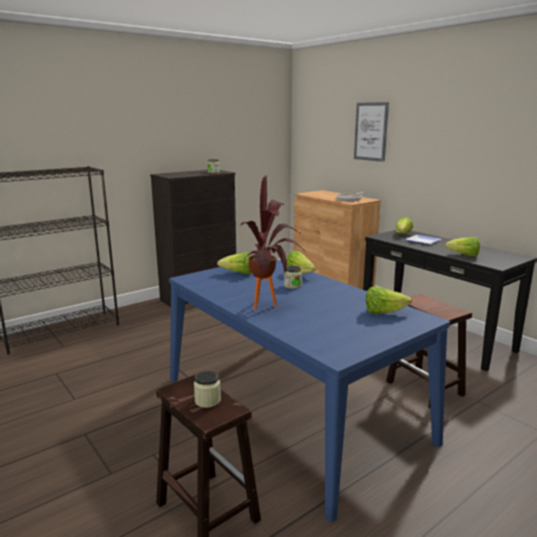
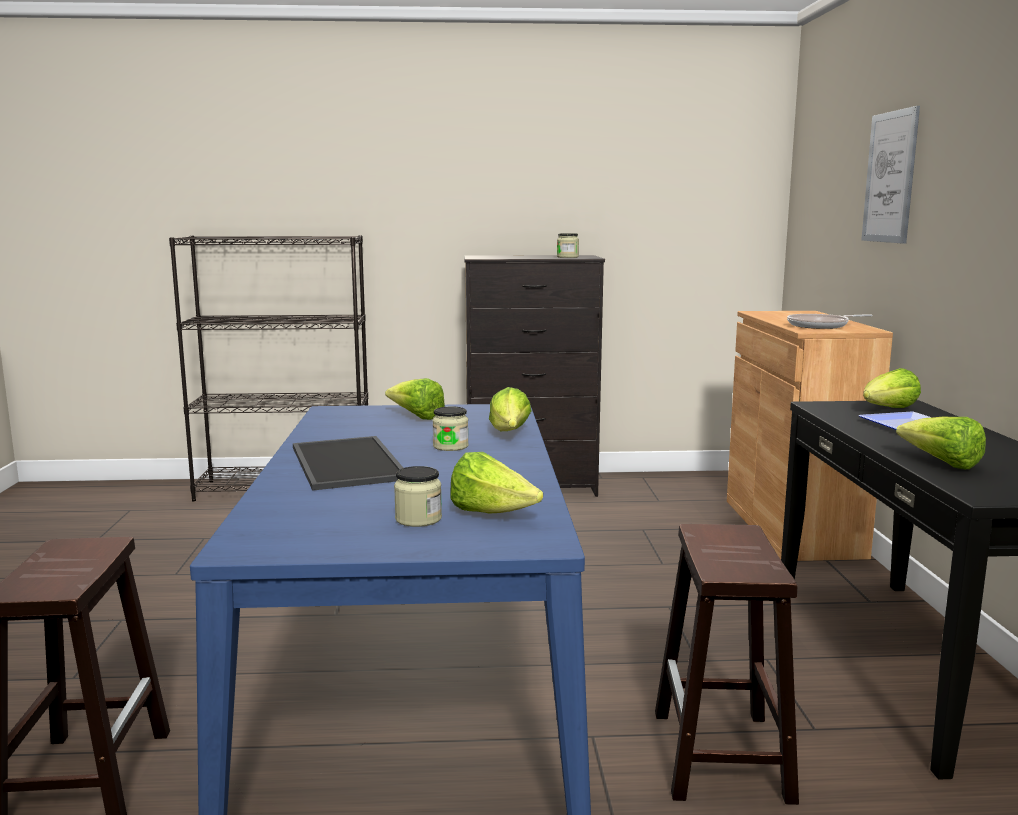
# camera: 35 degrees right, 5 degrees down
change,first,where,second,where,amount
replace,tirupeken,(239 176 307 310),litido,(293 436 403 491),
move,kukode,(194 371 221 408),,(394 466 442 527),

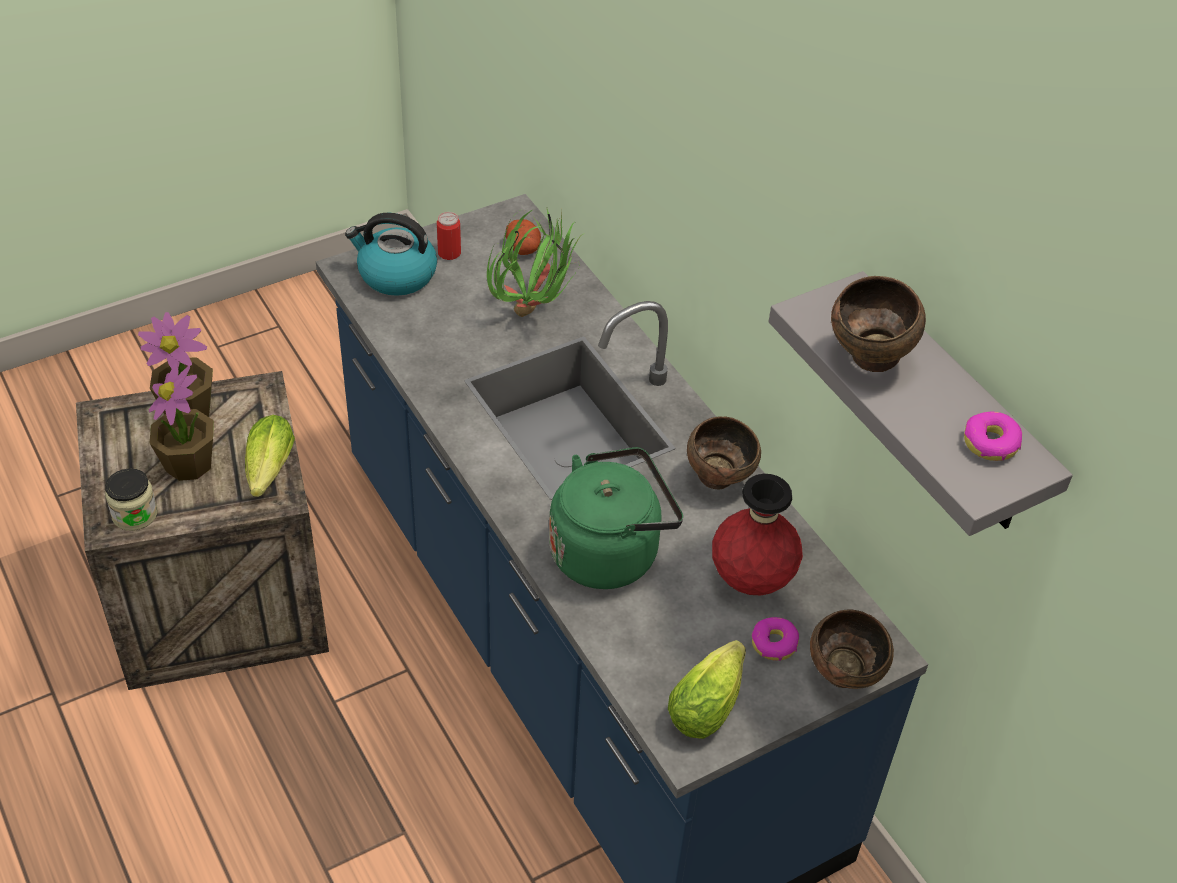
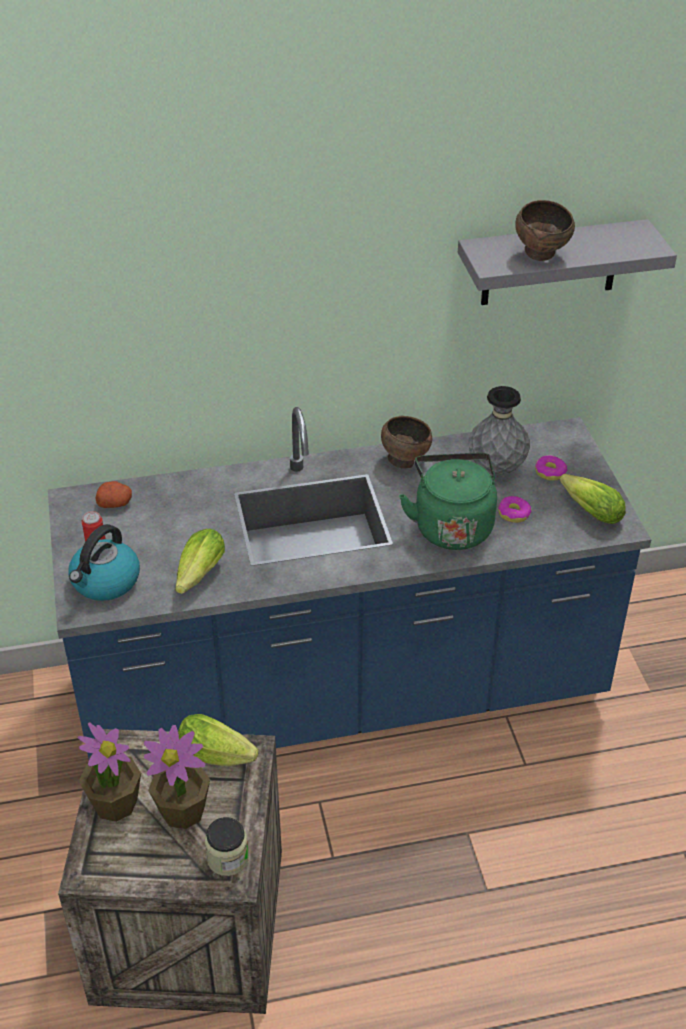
# camera: 70 degrees left, 5 degrees down
change,first,where,second,where,amount
insert,,,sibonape,(175 528 225 594),
recolor,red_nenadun,(712 474 803 596),grey_nenadun,(469 386 530 475),
move,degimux,(964 412 1022 461),,(498 496 532 523),
delete,tirupeken,(487 209 583 317),,,
delete,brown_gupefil,(810 609 894 689),,,

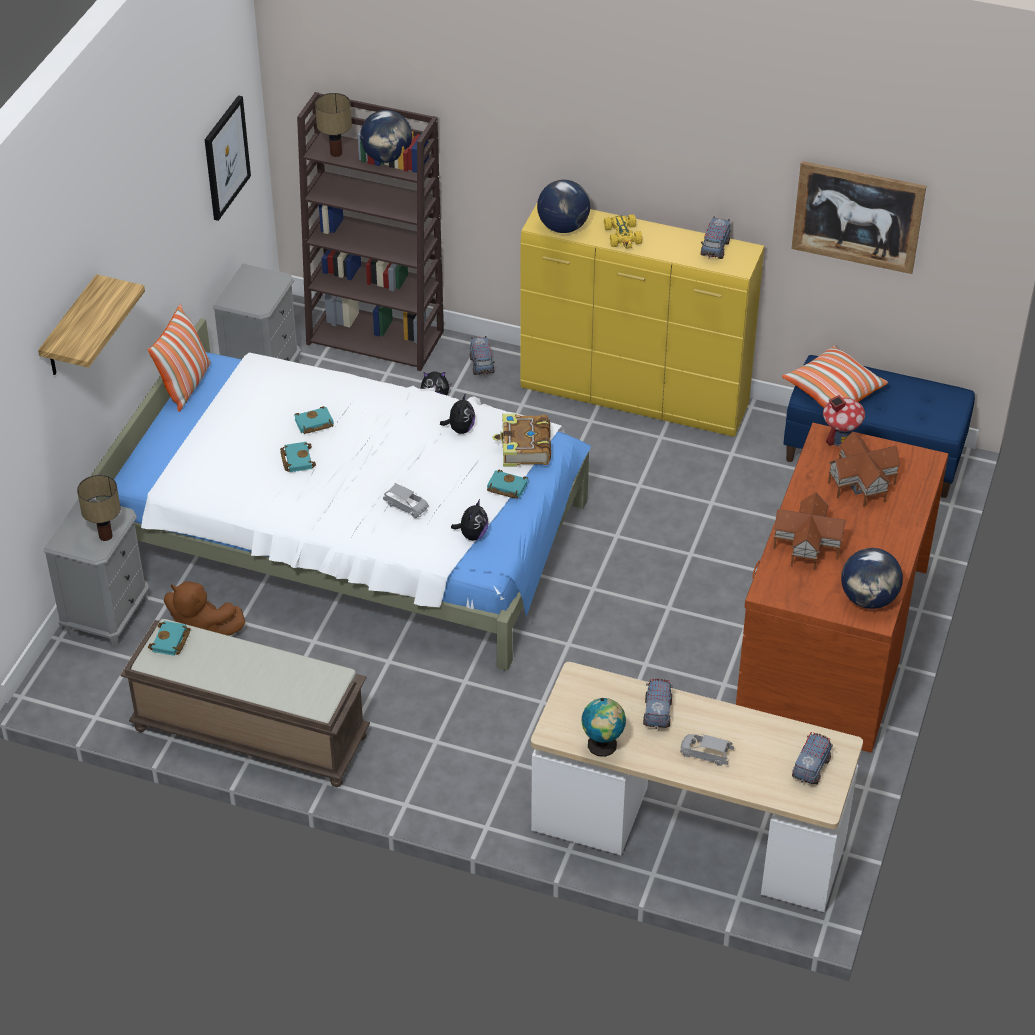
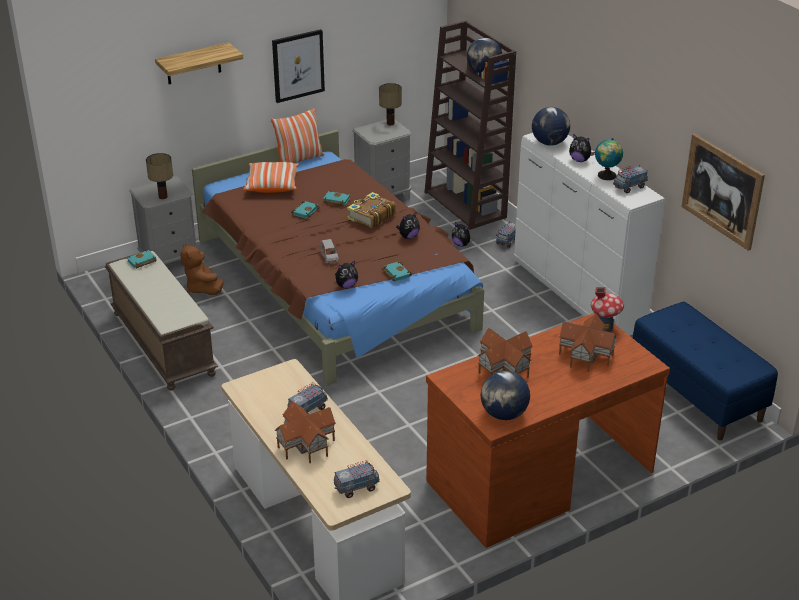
# camera: 40 degrees right, 10 degrees down
change,first,where,second,where,amount
recolor,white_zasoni,(92 318 591 671),brown_zasoni,(192 130 484 386),
move,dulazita,(782 345 888 408),,(243 162 299 193),
move,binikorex,(204 95 251 221),,(272 29 325 103),
replace,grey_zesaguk,(680 734 734 766),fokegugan,(275 401 336 463),
move,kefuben,(492 414 551 467),,(347 192 396 228),
move,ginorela,(315 93 352 157),,(379 83 402 125),
recolor,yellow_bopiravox,(520 202 764 437),white_bopiravox,(514 133 665 336),
replace,yellow_zesaguk,(604 214 642 249),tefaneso,(569 135 595 162),
move,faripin,(582 698 626 757),,(595 138 623 180),

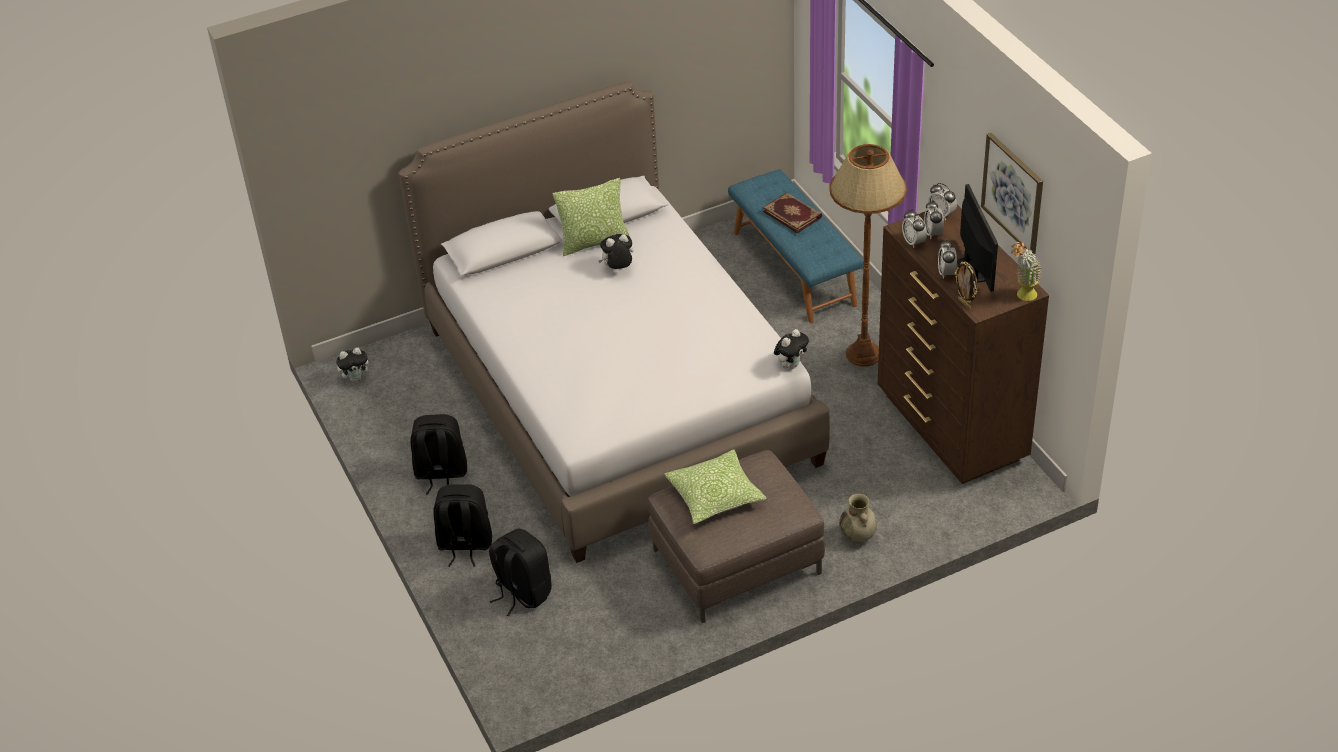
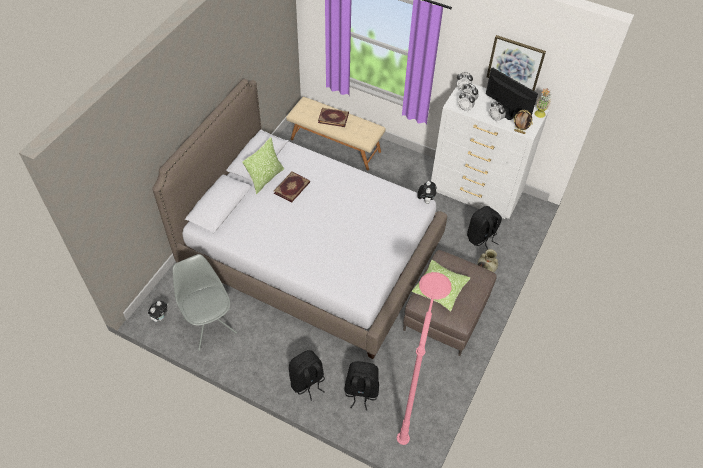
# camera: 40 degrees left, 10 degrees up
change,first,where,second,where,amount
insert,,,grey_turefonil,(173 254 237 351),
replace,tefaneso,(599 234 634 269),kefuben,(274 172 310 203),
recolor,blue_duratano,(728 169 864 323),beige_duratano,(286 97 386 171),
insert,,,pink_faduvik,(397 272 451 445),
recolor,brown_bopiravox,(878 204 1049 484),white_bopiravox,(431 84 549 219),
move,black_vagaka,(410 414 467 495),,(467 206 502 250),
delete,brown_faduvik,(829 144 907 367),,,

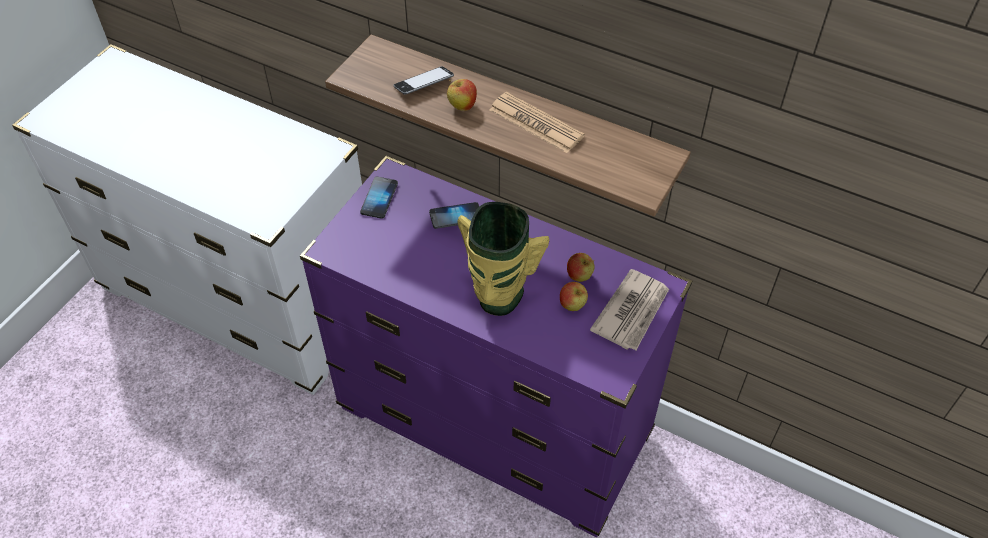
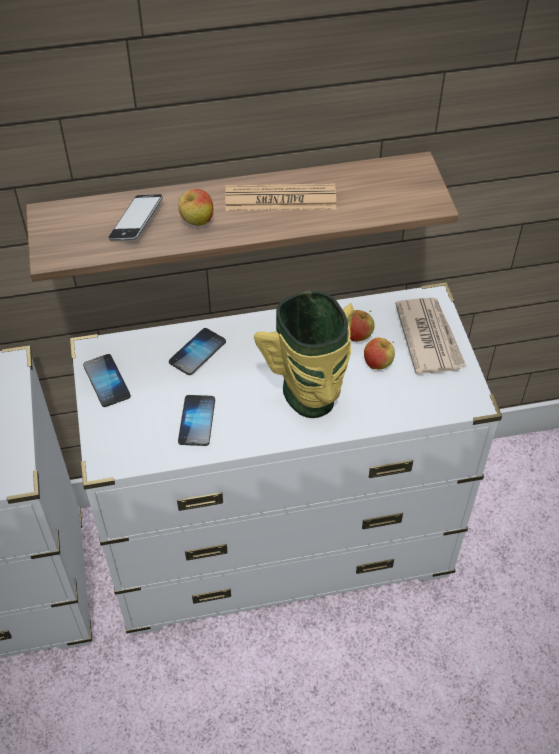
# camera: 40 degrees left, 0 degrees up
change,first,where,second,where,amount
recolor,purple_bopiravox,(300 156 692 537),white_bopiravox,(70 282 502 635),
insert,,,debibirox,(178 395 215 446),

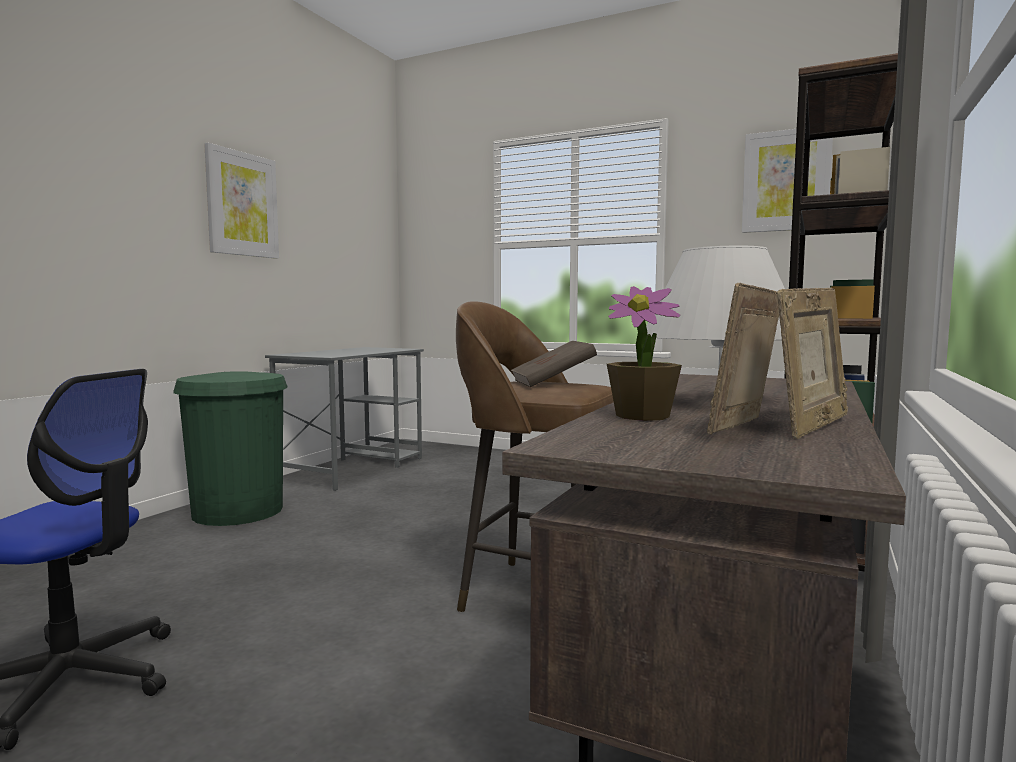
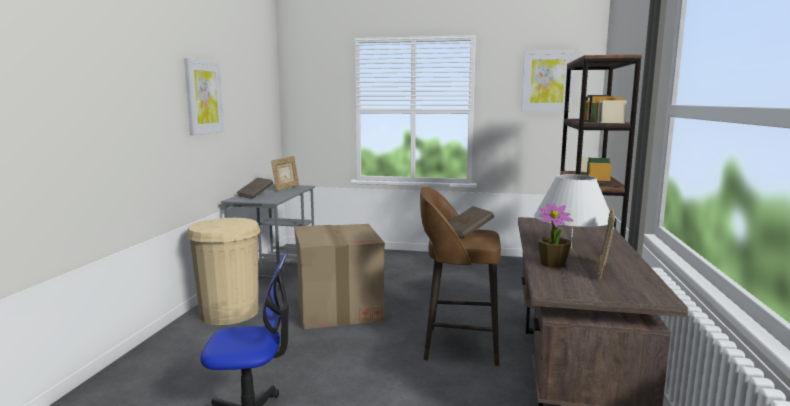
# camera: 15 degrees left, 5 degrees up
change,first,where,second,where,amount
recolor,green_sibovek,(173 371 288 526),beige_sibovek,(186 218 261 325),
insert,,,brown_kefuben,(237 178 273 199),
move,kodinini,(777 288 848 439),,(271 156 299 191),
insert,,,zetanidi,(294 224 385 329),

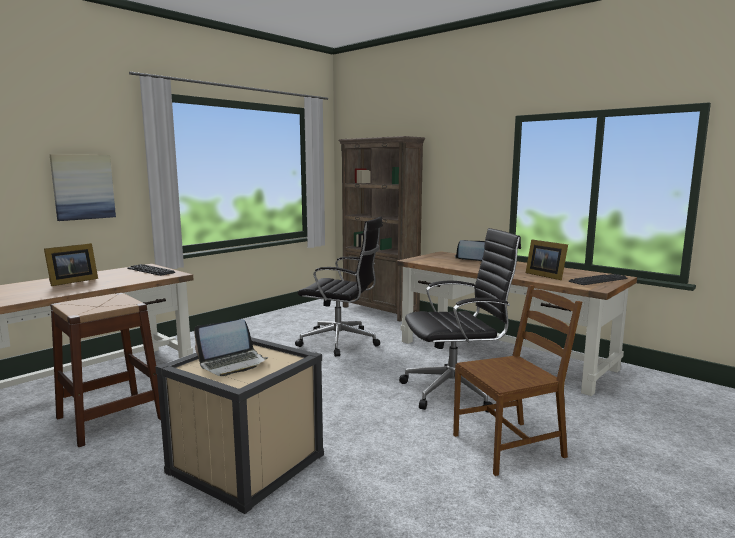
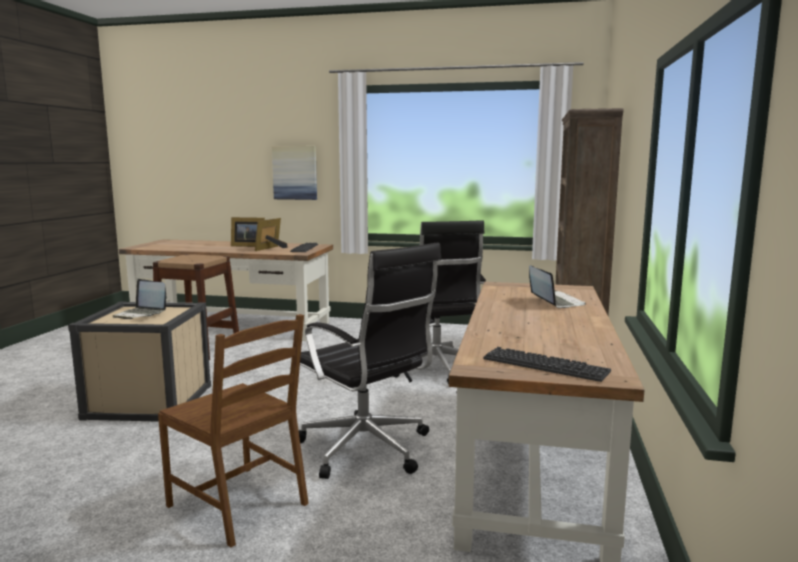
# camera: 60 degrees right, 0 degrees up
change,first,where,second,where,amount
move,kodinini,(526 239 568 280),,(255 218 288 251),

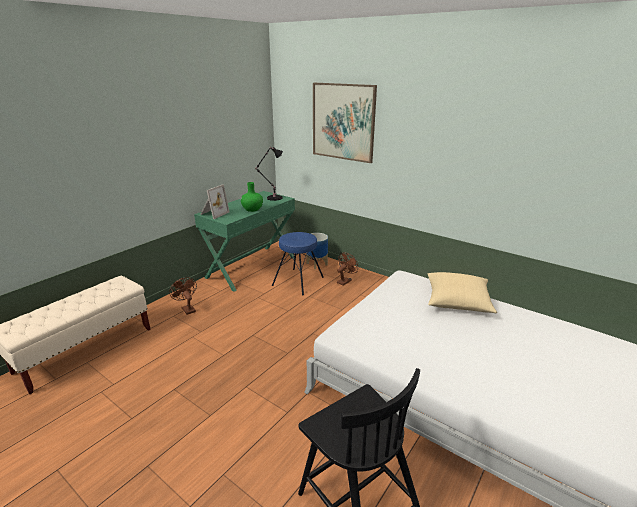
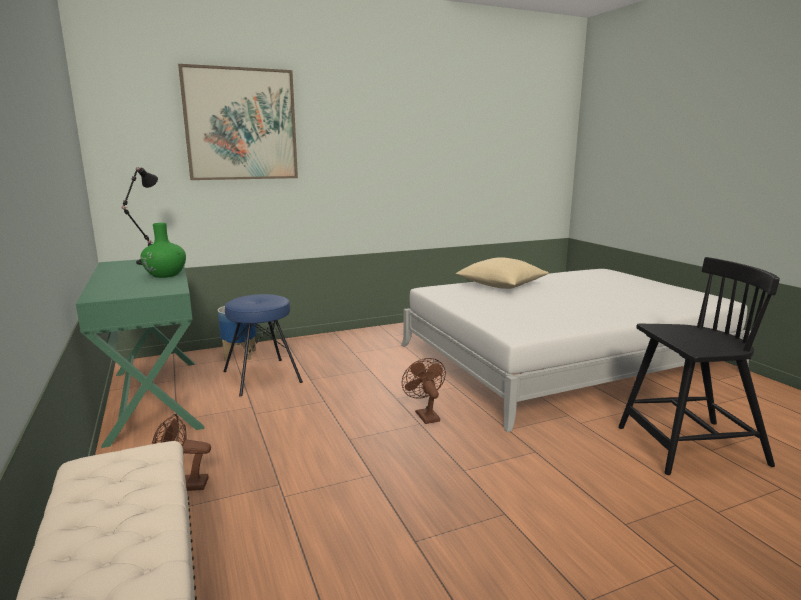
# camera: 60 degrees left, 10 degrees down
change,first,where,second,where,amount
move,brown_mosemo,(337 252 358 286),,(402 358 446 424),
delete,kodinini,(200 184 230 219),,,

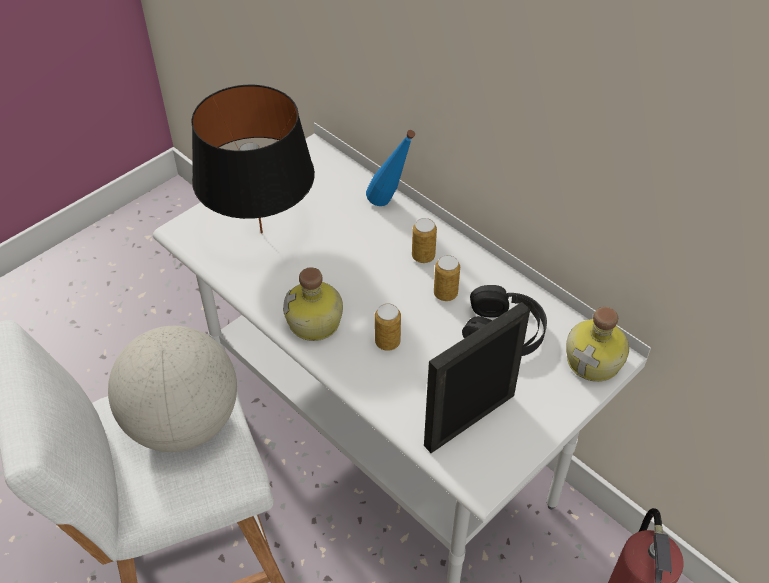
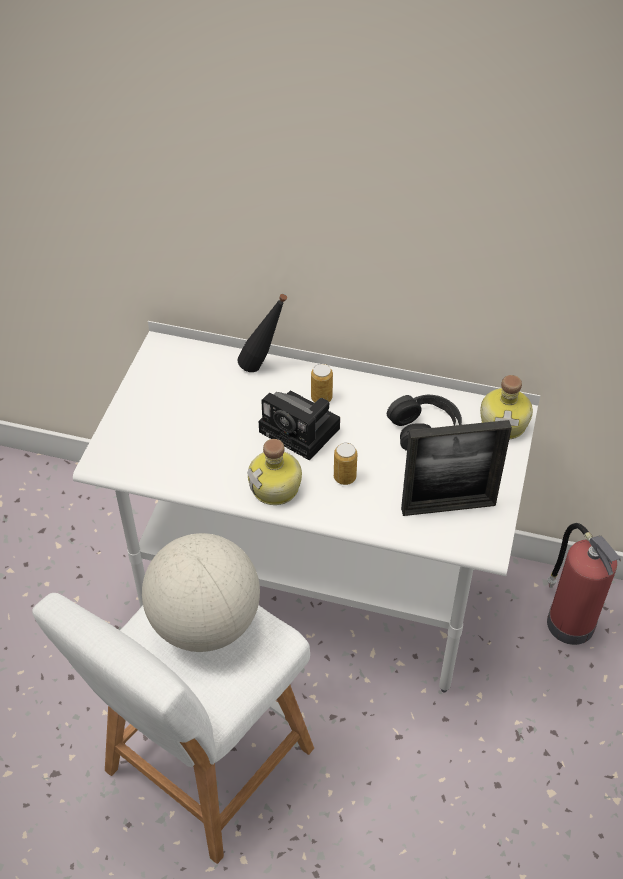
# camera: 30 degrees left, 0 degrees up
change,first,where,second,where,amount
recolor,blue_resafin,(366 130 415 206),black_resafin,(237 294 287 372),
insert,,,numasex,(259 390 340 461),
rotate,kodinini,(424 302 530 453),,(401 420 512 516),120 degrees counterclockwise
delete,black_ginorela,(191 85 315 234),,,
delete,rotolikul,(434 255 460 301),,,

